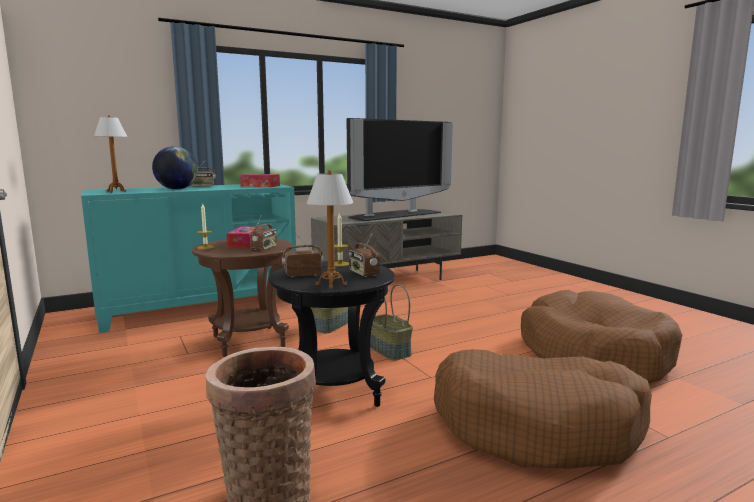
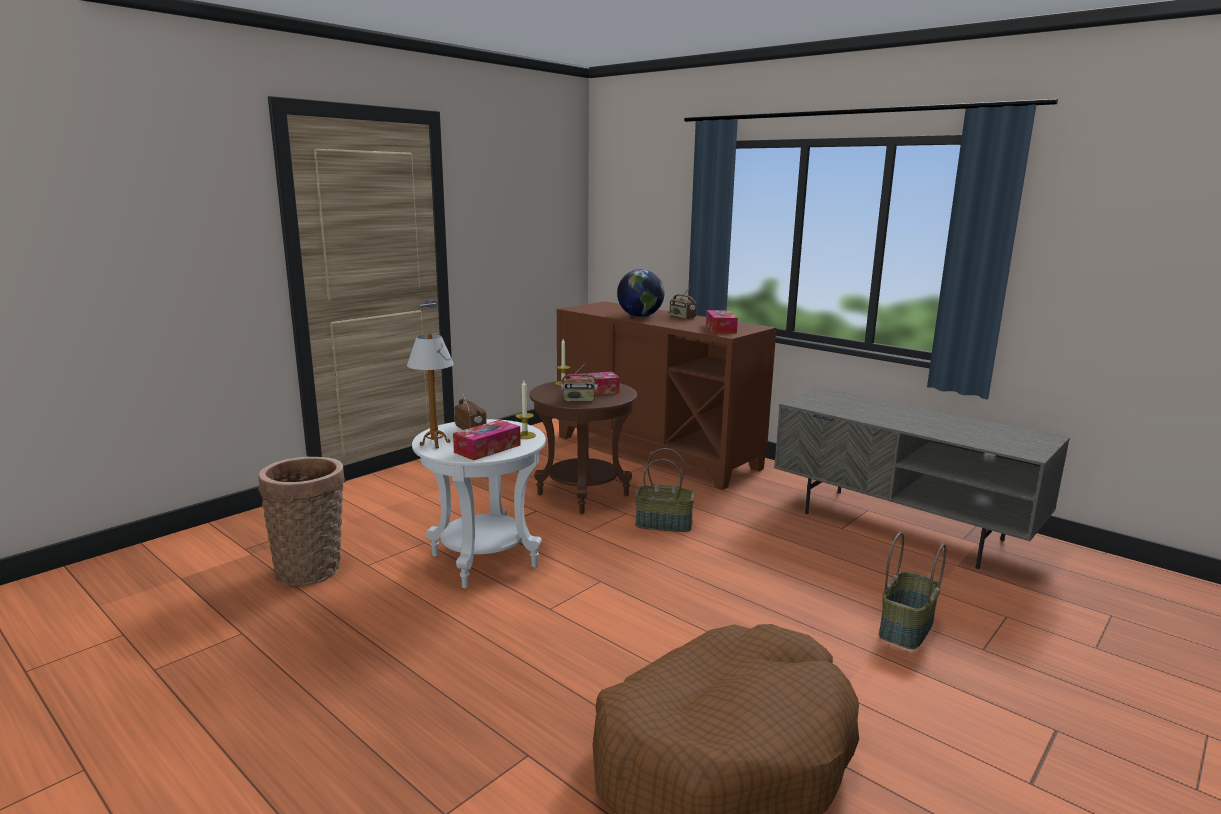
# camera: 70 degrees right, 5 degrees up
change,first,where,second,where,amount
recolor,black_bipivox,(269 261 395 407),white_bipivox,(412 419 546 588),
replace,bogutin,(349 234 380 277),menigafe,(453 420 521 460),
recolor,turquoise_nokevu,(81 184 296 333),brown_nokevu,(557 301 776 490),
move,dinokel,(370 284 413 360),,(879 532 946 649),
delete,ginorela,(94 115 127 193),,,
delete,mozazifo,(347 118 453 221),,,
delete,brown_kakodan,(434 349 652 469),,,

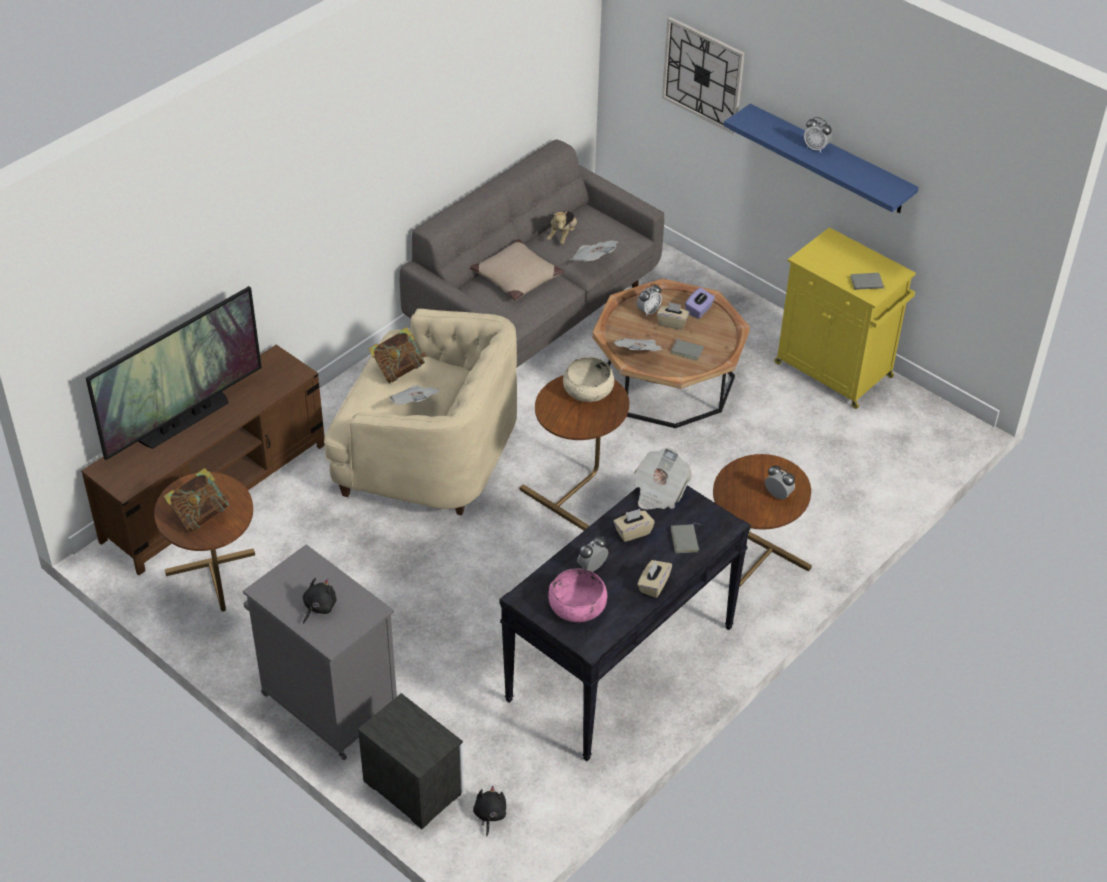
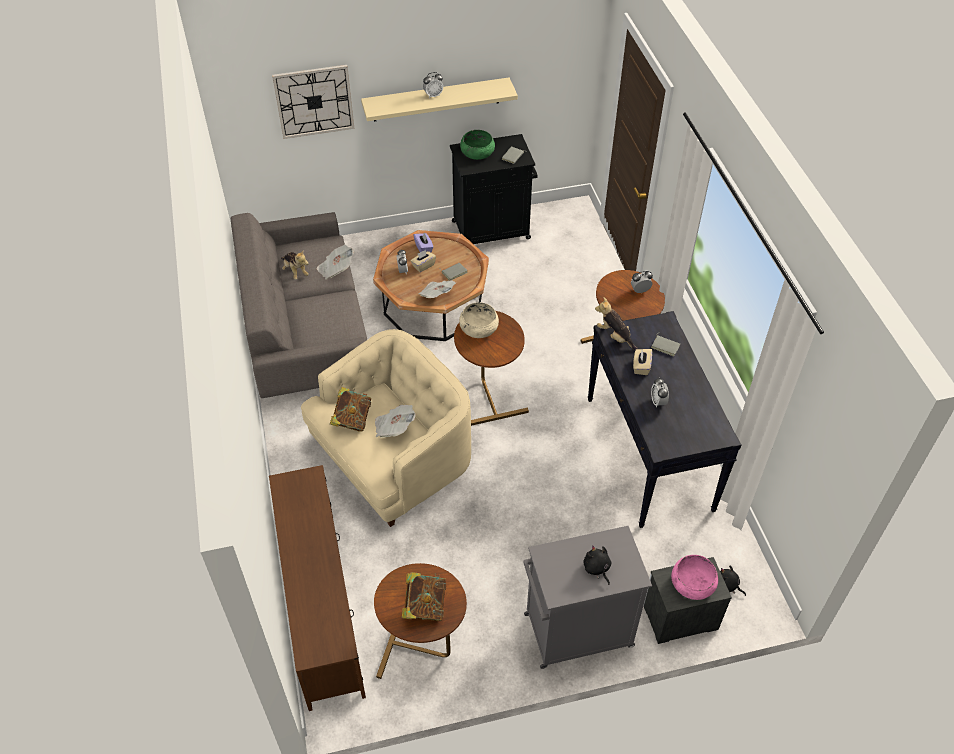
# camera: 55 degrees left, 5 degrees up
change,first,where,second,where,amount
recolor,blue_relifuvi,(724 103 919 213),beige_relifuvi,(361 78 518 122),
recolor,yellow_nokevu,(774 227 916 409),black_nokevu,(450 134 537 244),
insert,,,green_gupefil,(460 130 495 160),
replace,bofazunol,(634 448 692 509),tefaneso,(595 297 638 350),
move,pink_gupefil,(548 569 607 622),,(671 555 718 600),
delete,mozazifo,(86 286 262 460),,,
delete,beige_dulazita,(470 239 564 300),,,
delete,beige_menigafe,(637 560 672 598),,,

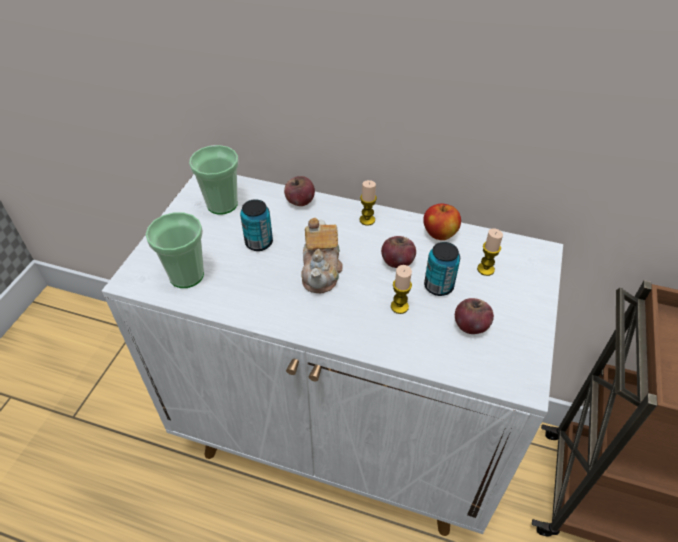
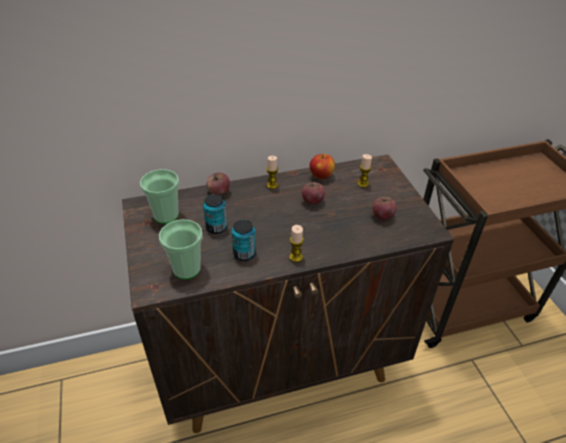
# camera: 35 degrees left, 5 degrees down
change,first,where,second,where,amount
recolor,white_nokevu,(102 174 563 536),brown_nokevu,(122 155 454 433),
move,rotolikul,(424 242 460 296),,(232 220 256 261),
move,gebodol,(391 265 412 314),,(290 225 304 262),
delete,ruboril,(301 218 343 293),,,

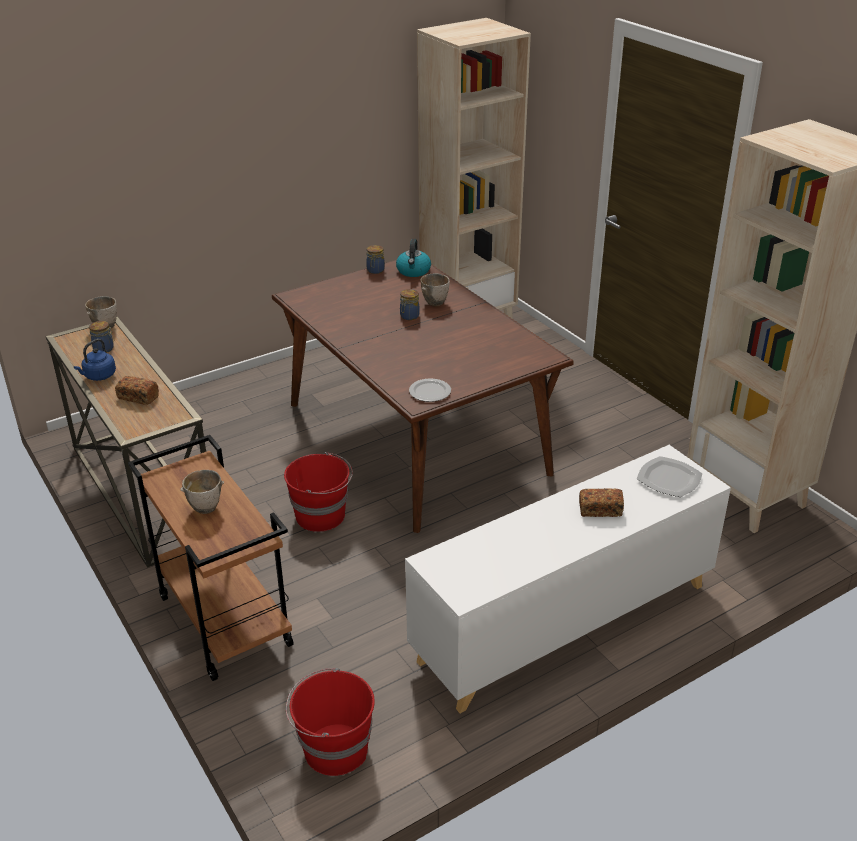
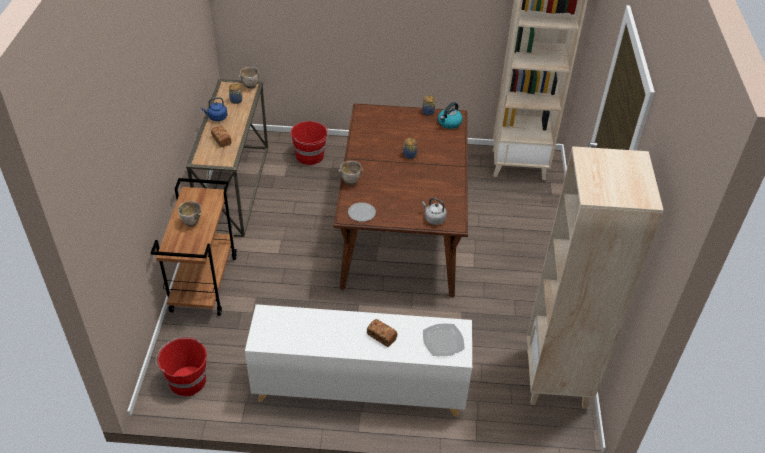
# camera: 35 degrees right, 10 degrees up
change,first,where,second,where,amount
move,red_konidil,(284 452 353 532),,(291 121 329 165),
move,gupefil,(421 273 450 306),,(339 161 363 186),
insert,,,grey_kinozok,(422 198 447 225),

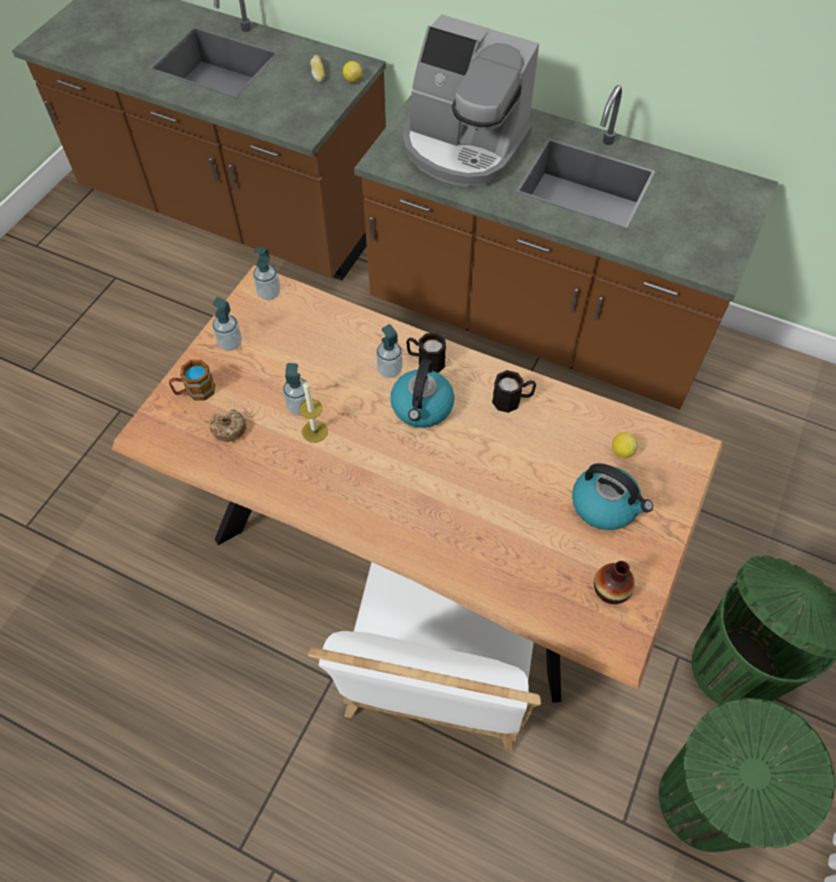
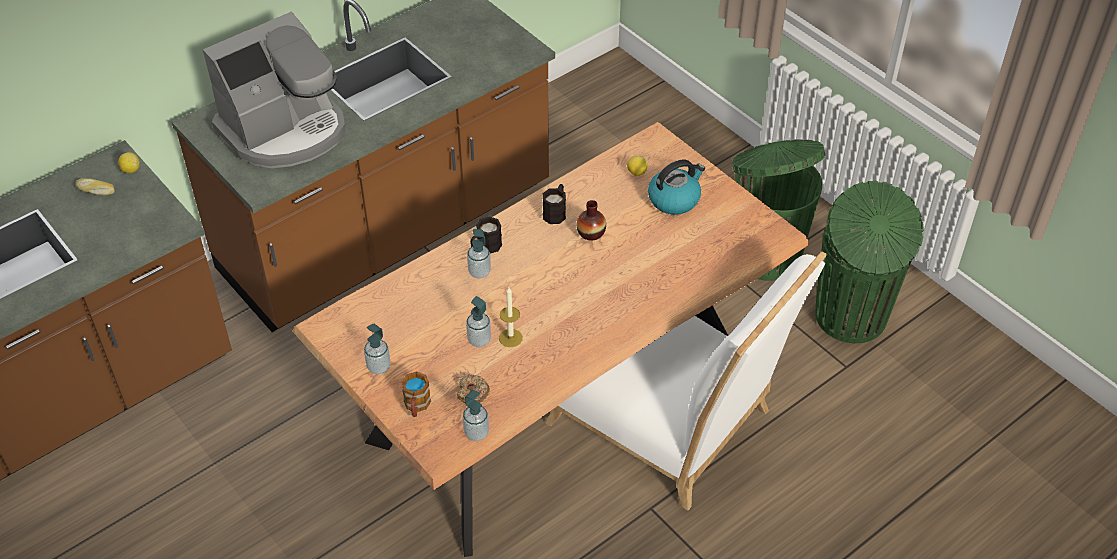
# camera: 65 degrees left, 10 degrees down
change,first,where,second,where,amount
move,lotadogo,(253 247 280 300),,(463 390 489 441),
move,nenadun,(594 561 635 604),,(577 200 606 241),
delete,kinozok,(390 359 454 428),,,

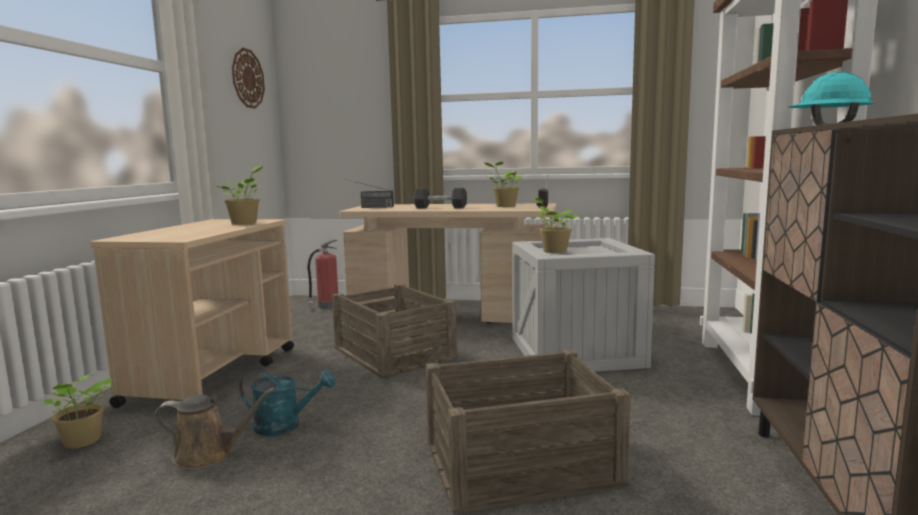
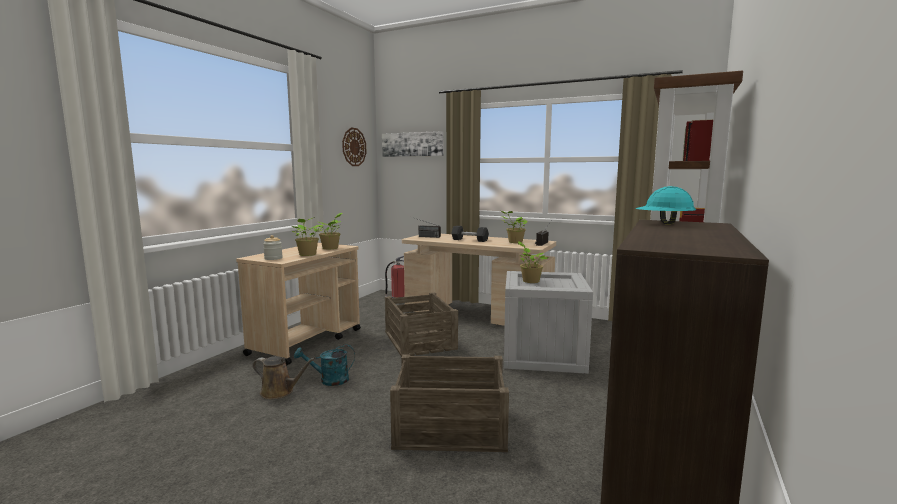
# camera: 15 degrees right, 0 degrees up
change,first,where,second,where,amount
insert,,,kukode,(263 235 283 260),
move,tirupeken,(41 373 114 448),,(292 217 324 256),
rotate,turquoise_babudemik,(239 370 335 436),,(294 345 355 386),150 degrees clockwise
insert,,,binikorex,(382 131 444 157),

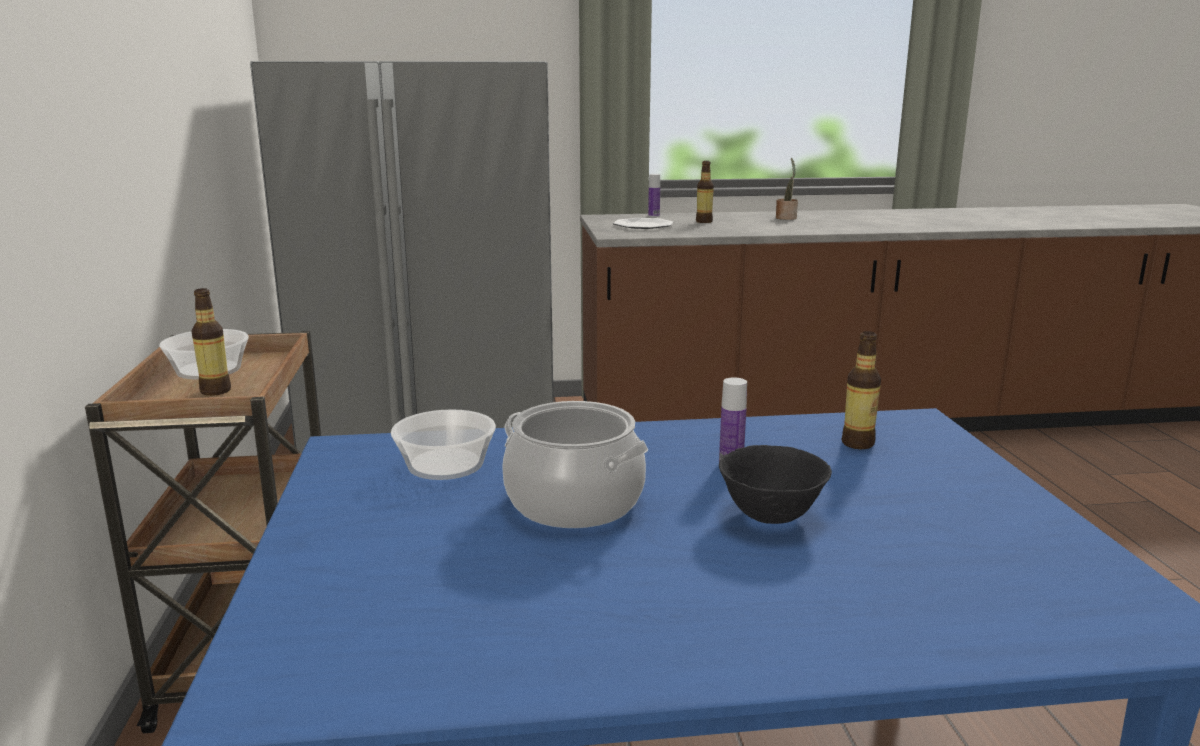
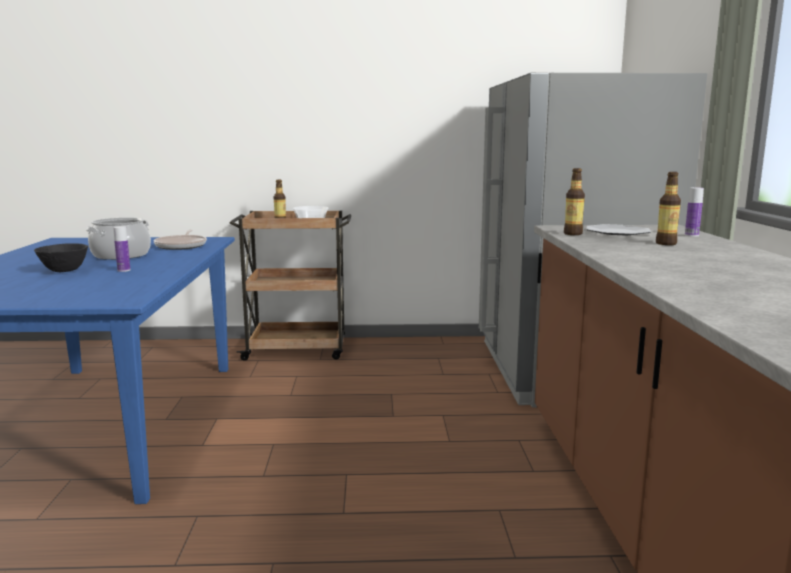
# camera: 95 degrees right, 5 degrees down
change,first,where,second,where,amount
replace,gupefil,(391 410 496 480),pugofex,(154 230 207 250),
move,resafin,(841 331 881 449),,(564 168 585 235),
delete,tirupeken,(776 158 798 220),,,

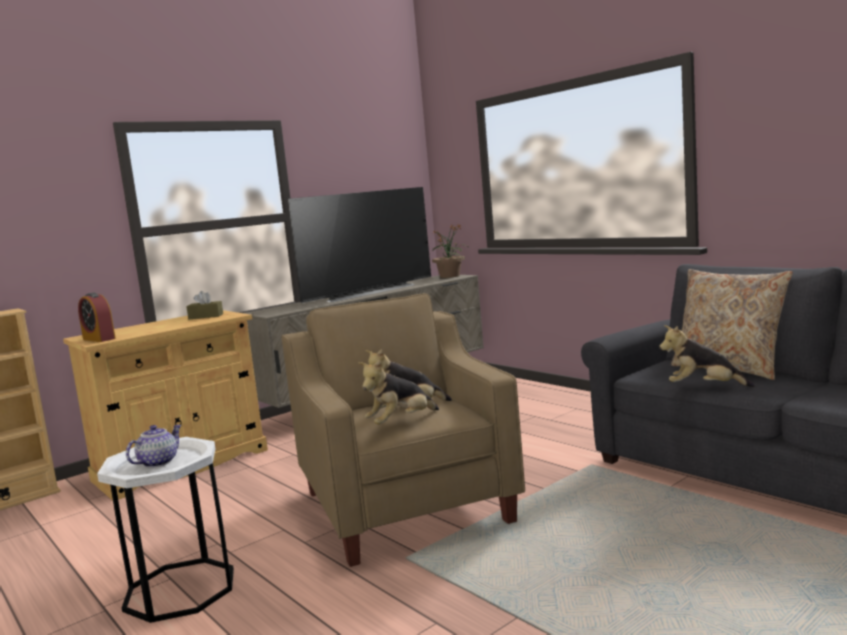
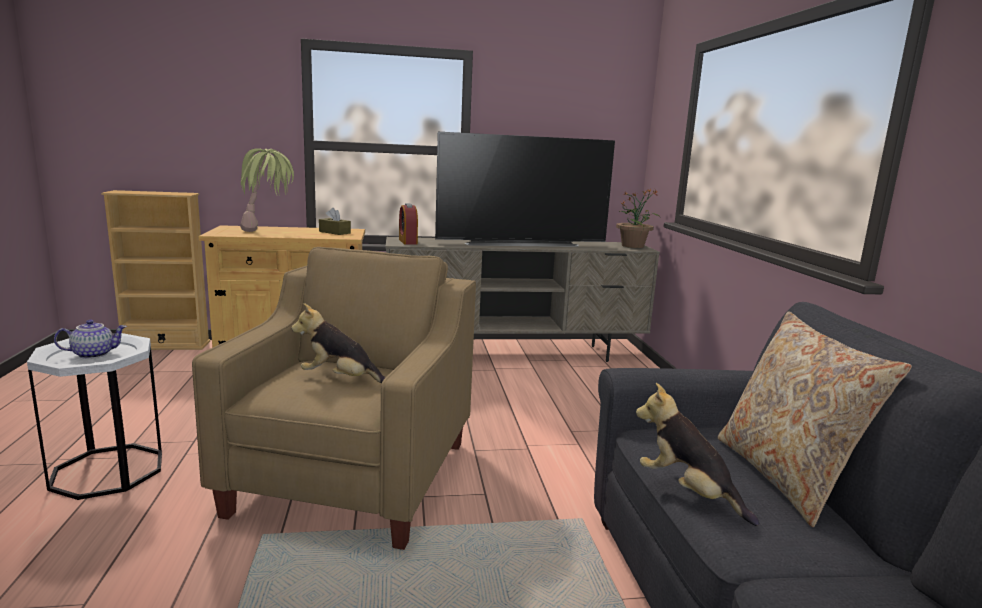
# camera: 30 degrees right, 5 degrees up
change,first,where,second,where,amount
insert,,,tirupeken,(240 148 294 232),
move,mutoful,(78 292 116 342),,(399 203 418 245),
delete,tefaneso,(359 360 439 425),,,

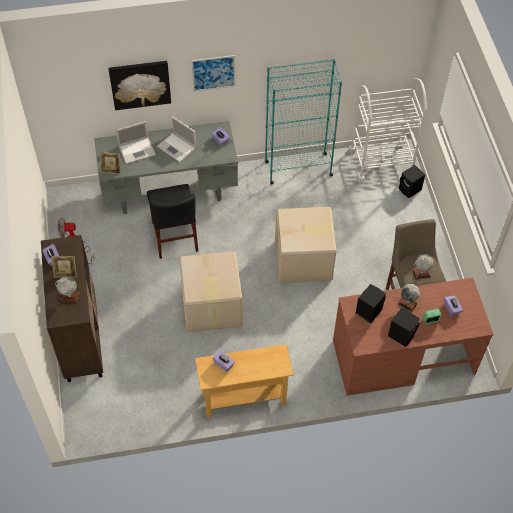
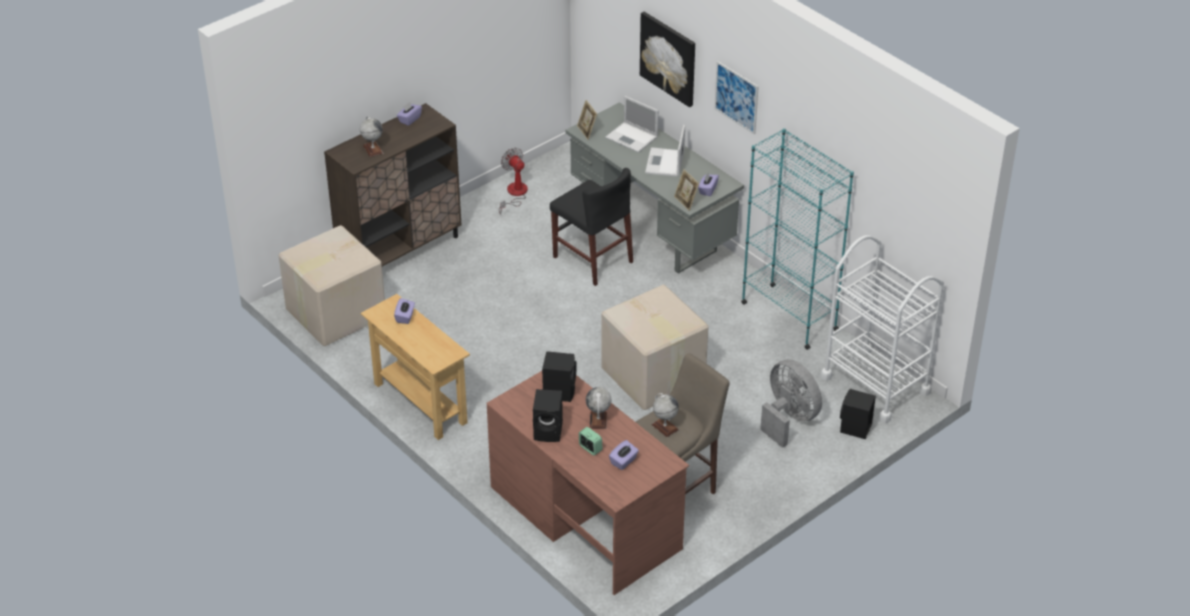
# camera: 60 degrees right, 15 degrees down
change,first,where,second,where,amount
move,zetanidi,(179 251 242 332),,(279 225 385 346),
rotate,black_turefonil,(147 184 198 259),,(550 168 633 286),90 degrees counterclockwise
move,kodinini,(51 256 77 278),,(674 169 699 211),
insert,,,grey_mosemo,(760 359 822 448),

